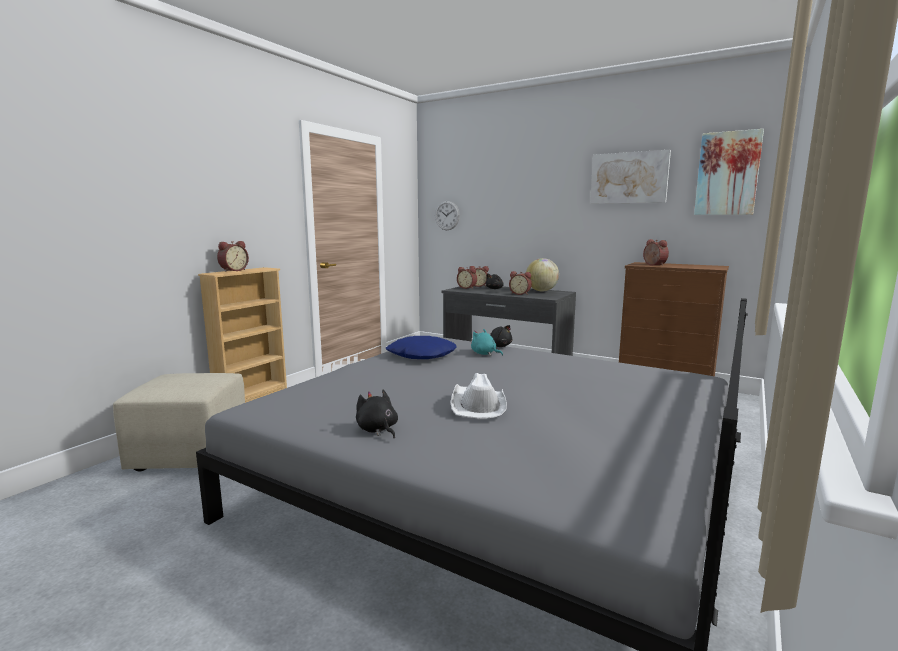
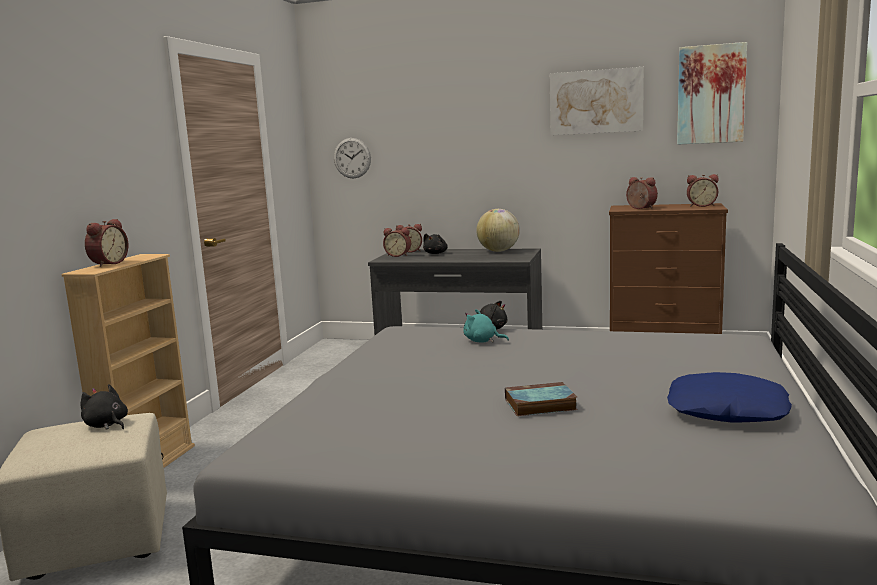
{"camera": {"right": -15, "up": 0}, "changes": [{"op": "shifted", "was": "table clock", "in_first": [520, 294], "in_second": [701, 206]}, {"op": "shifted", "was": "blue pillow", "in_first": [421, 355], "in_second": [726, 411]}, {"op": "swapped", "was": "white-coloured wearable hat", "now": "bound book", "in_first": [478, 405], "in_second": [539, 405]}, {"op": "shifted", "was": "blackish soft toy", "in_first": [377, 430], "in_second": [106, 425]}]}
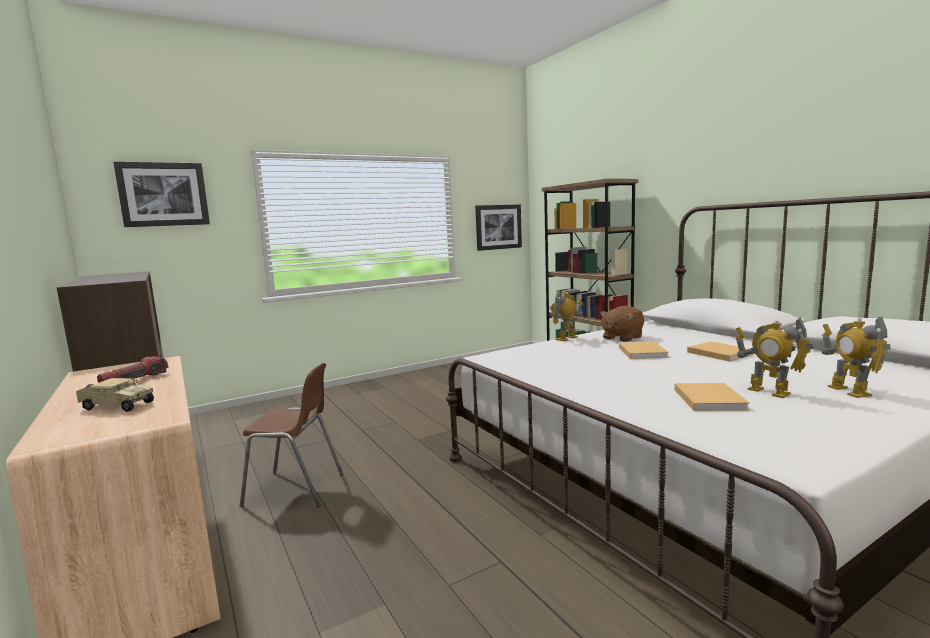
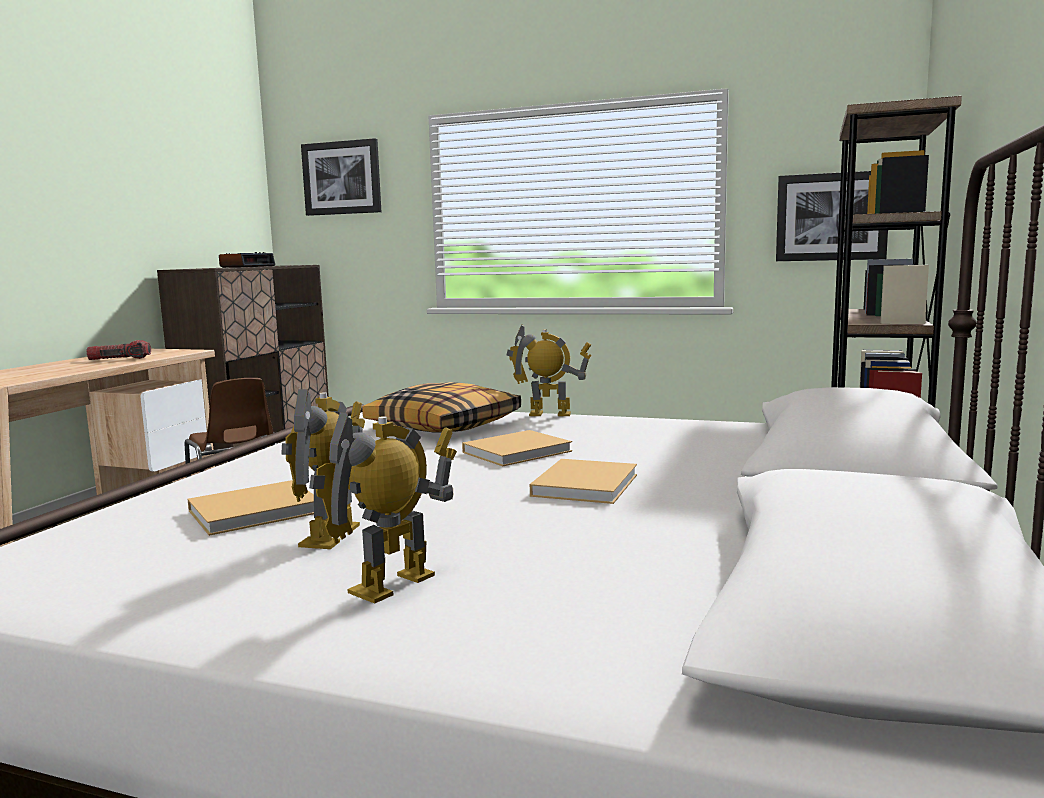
{"camera": {"right": 50, "up": 0}, "changes": [{"op": "gone", "was": "brown soft toy", "in_first": [621, 338]}, {"op": "gone", "was": "toy truck", "in_first": [115, 406]}, {"op": "new", "now": "table clock", "in_second": [247, 266]}, {"op": "new", "now": "pillow", "in_second": [445, 426]}]}
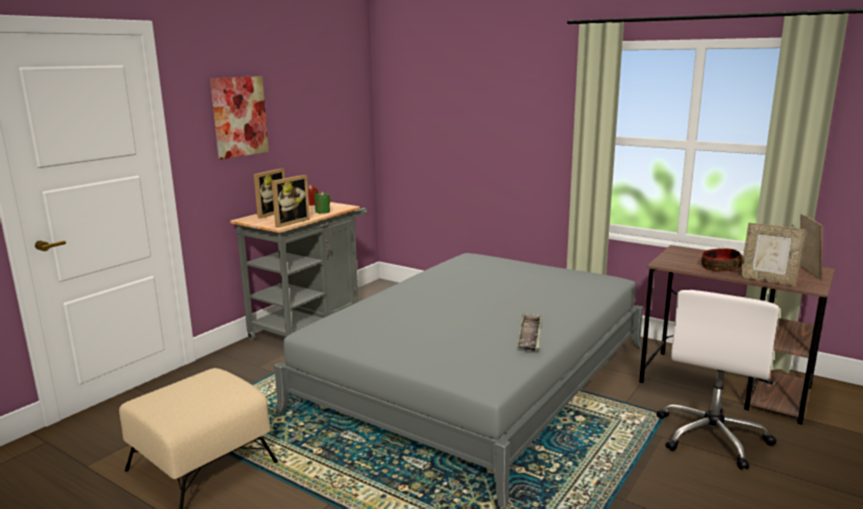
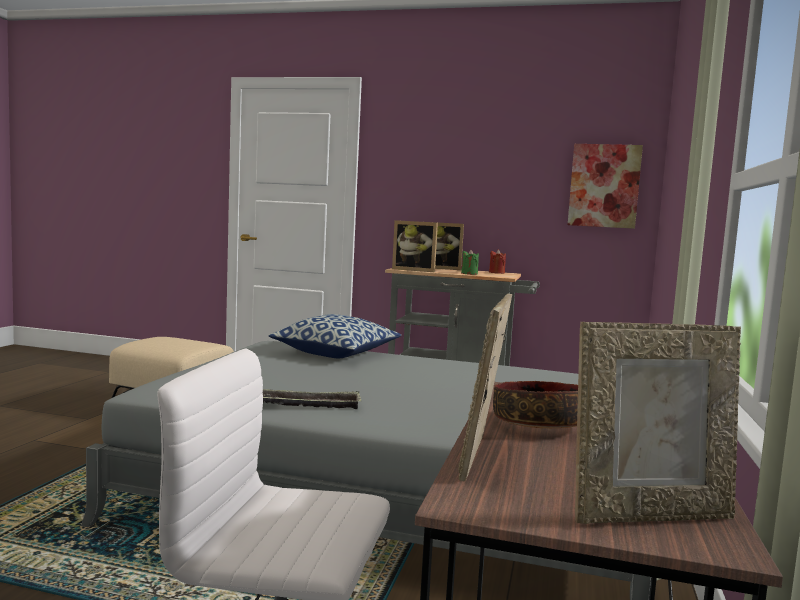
{"camera": {"right": 70, "up": -10}, "changes": [{"op": "shifted", "was": "wall picture", "in_first": [239, 116], "in_second": [604, 186]}, {"op": "new", "now": "pillow", "in_second": [336, 353]}]}
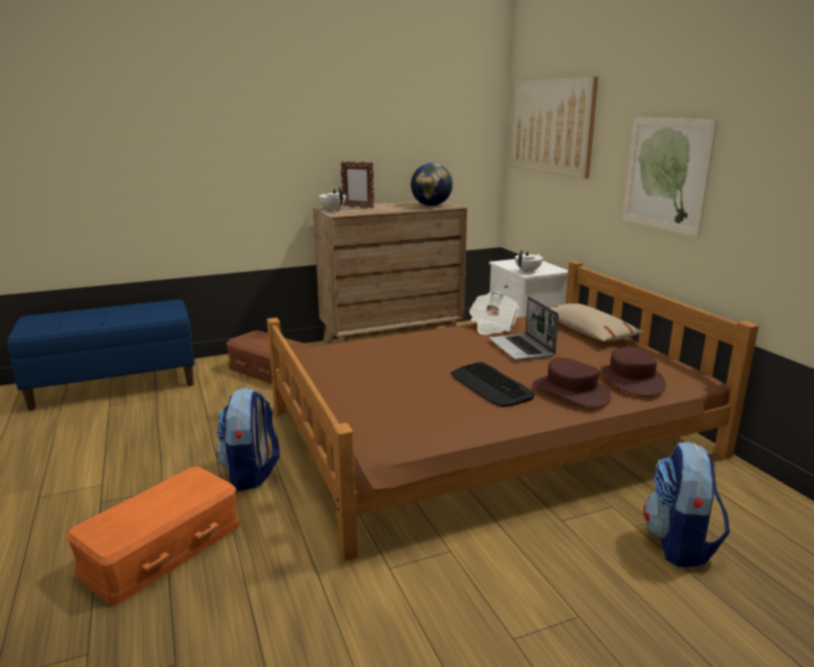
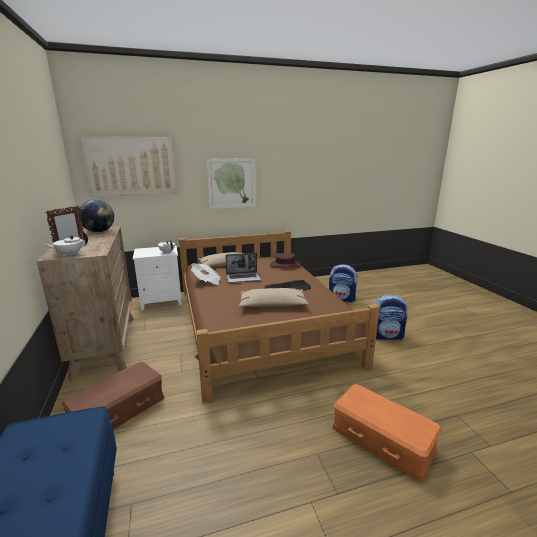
{"camera": {"right": -85, "up": 0}, "changes": [{"op": "gone", "was": "brown wearable hat", "in_first": [571, 391]}, {"op": "shifted", "was": "knapsack", "in_first": [251, 474], "in_second": [386, 336]}, {"op": "new", "now": "beige pillow", "in_second": [272, 304]}]}
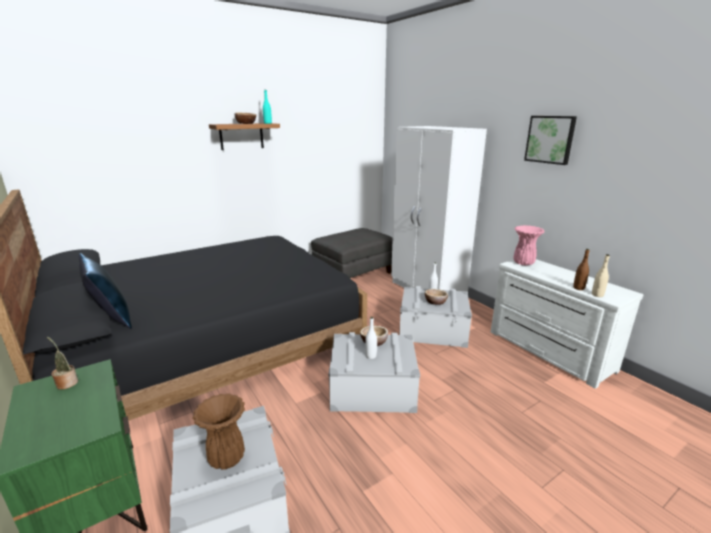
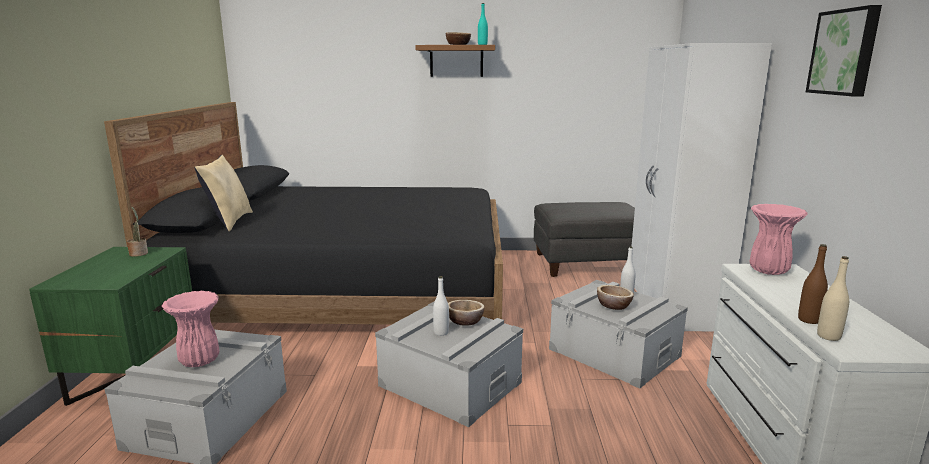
{"camera": {"right": 35, "up": -5}, "changes": [{"op": "repainted", "was": "blue pillow", "now": "beige pillow", "in_first": [111, 318], "in_second": [229, 222]}, {"op": "repainted", "was": "brown flower vase", "now": "pink flower vase", "in_first": [227, 459], "in_second": [199, 361]}]}
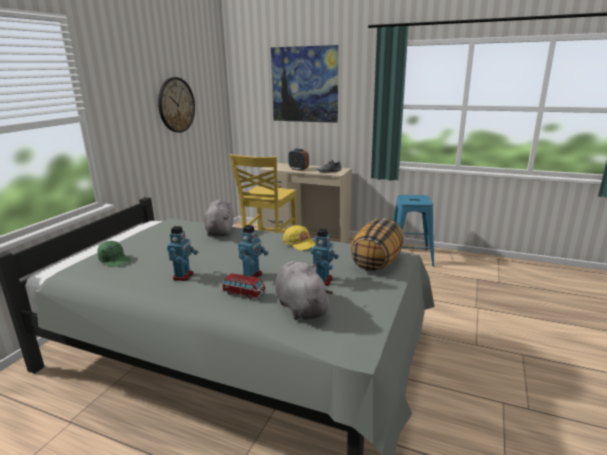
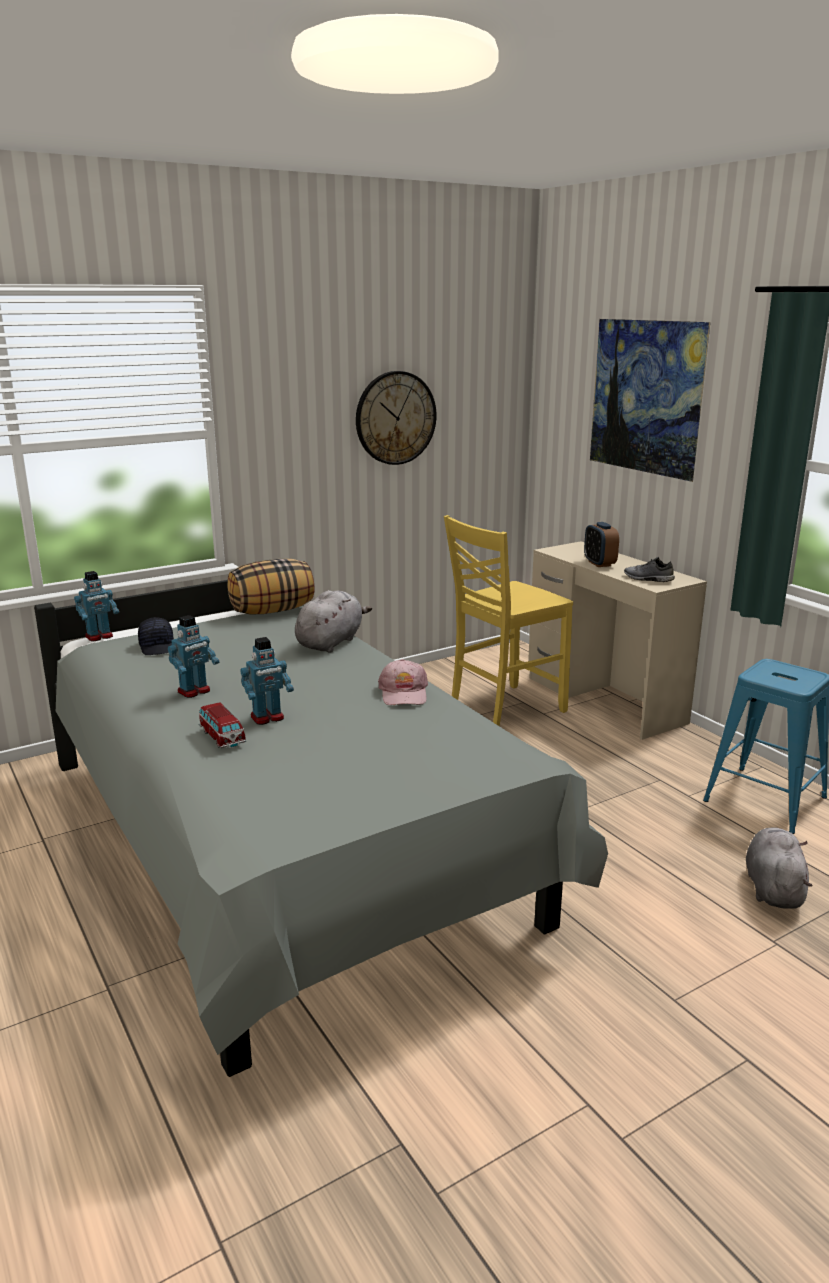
{"camera": {"right": 35, "up": 0}, "changes": [{"op": "shifted", "was": "pillow", "in_first": [376, 262], "in_second": [272, 611]}, {"op": "repainted", "was": "yellow peaked cap", "now": "pink peaked cap", "in_first": [300, 243], "in_second": [404, 693]}, {"op": "shifted", "was": "model robot", "in_first": [323, 280], "in_second": [99, 637]}, {"op": "repainted", "was": "green peaked cap", "now": "blackish peaked cap", "in_first": [115, 260], "in_second": [158, 647]}, {"op": "shifted", "was": "greyish soft toy", "in_first": [300, 306], "in_second": [773, 888]}]}
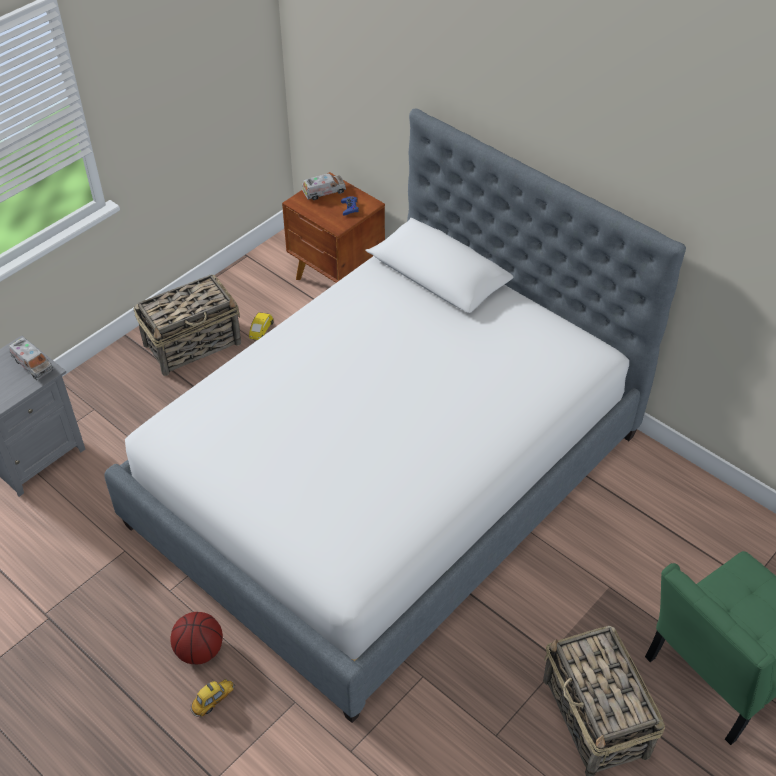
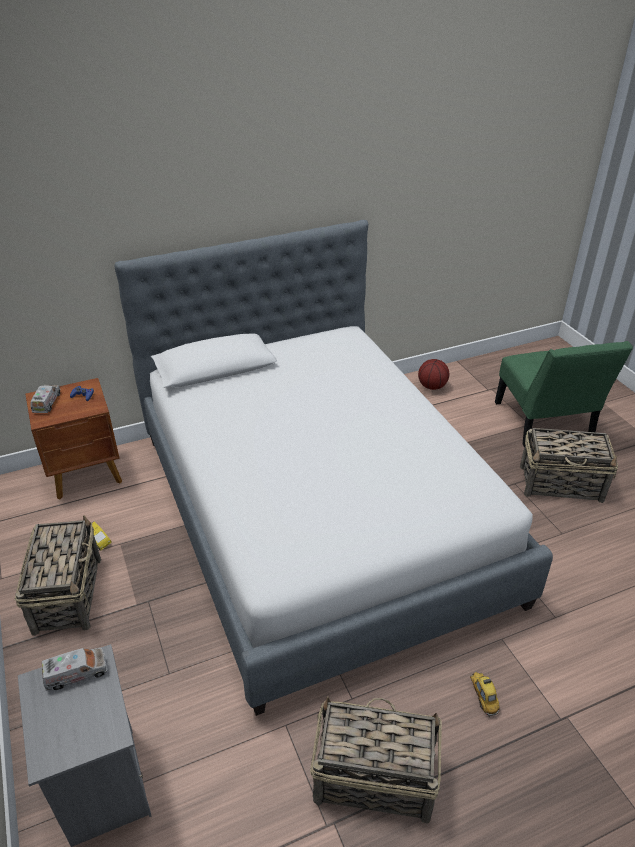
{"camera": {"right": -65, "up": -10}, "changes": [{"op": "shifted", "was": "basketball ball", "in_first": [199, 650], "in_second": [432, 386]}, {"op": "new", "now": "basket", "in_second": [372, 778]}]}
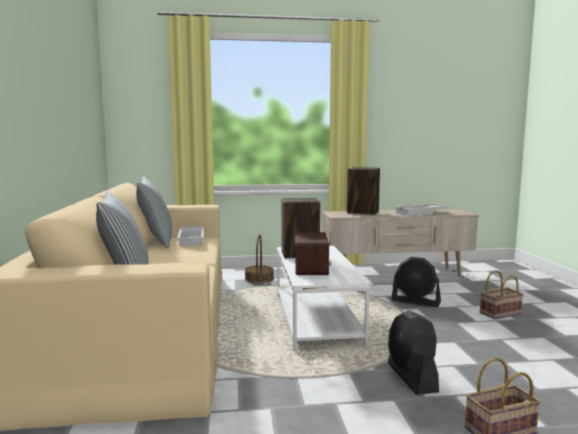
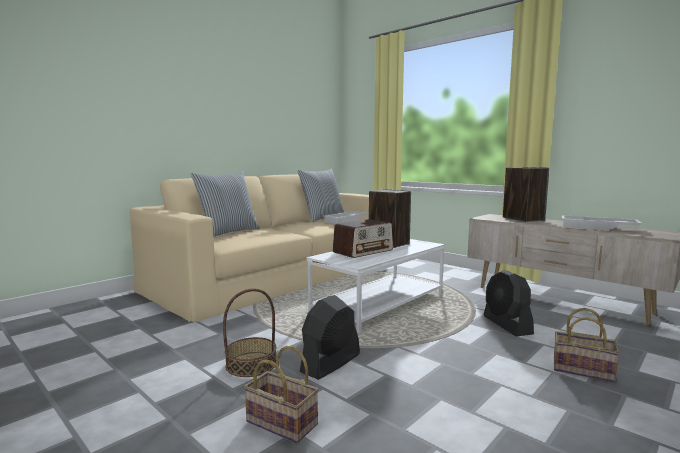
{"camera": {"right": 50, "up": 0}, "changes": [{"op": "shifted", "was": "basket", "in_first": [259, 279], "in_second": [251, 364]}]}
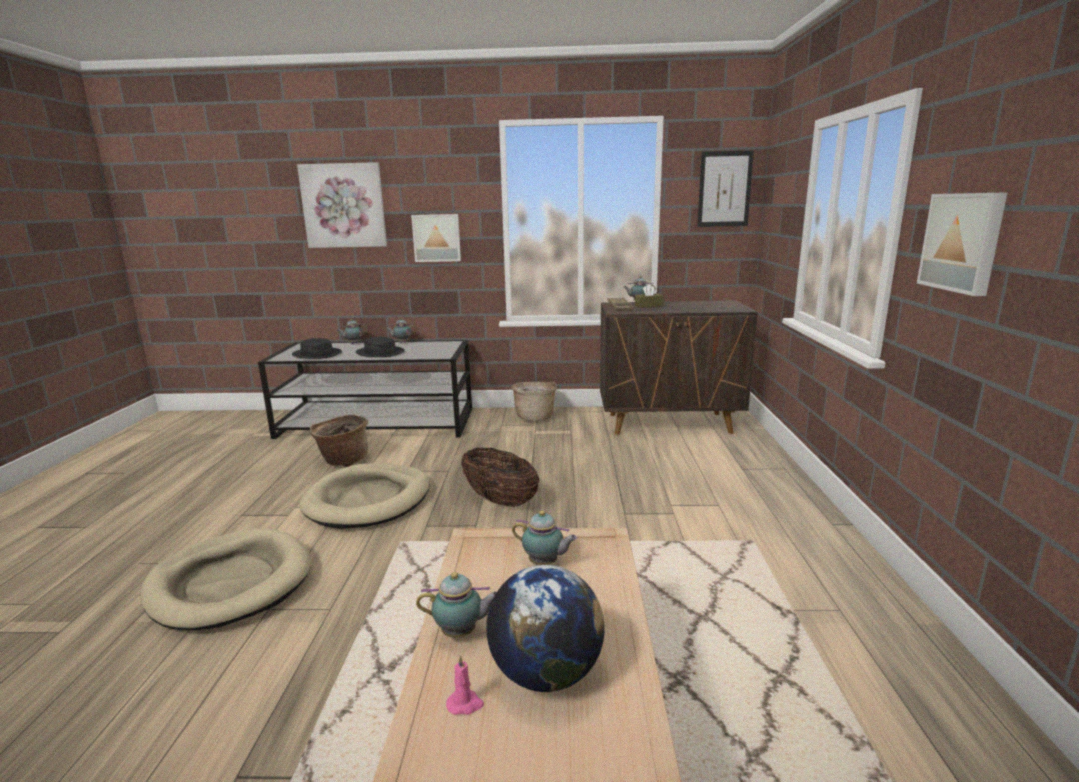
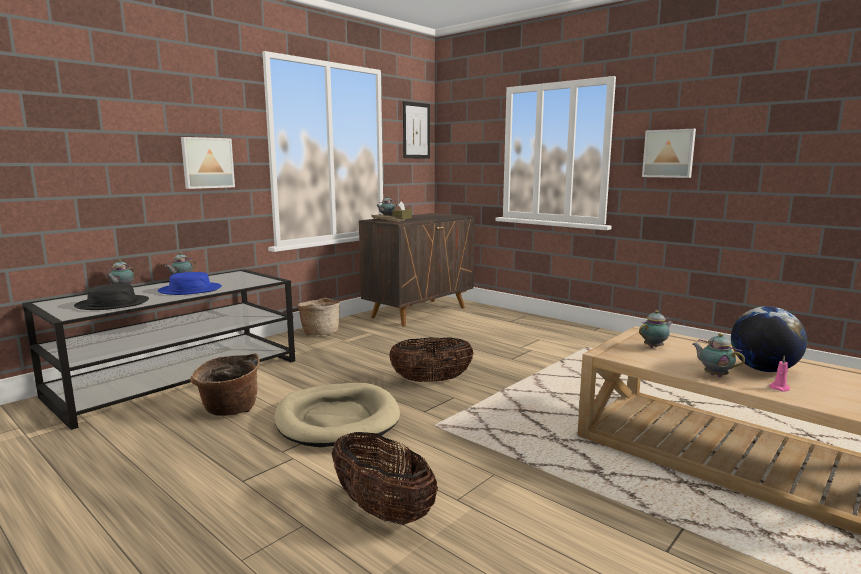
{"camera": {"right": -50, "up": -5}, "changes": [{"op": "gone", "was": "wall picture", "in_first": [344, 206]}, {"op": "repainted", "was": "blackish wearable hat", "now": "blue wearable hat", "in_first": [380, 352], "in_second": [190, 290]}, {"op": "swapped", "was": "beige dog cushion", "now": "basket", "in_first": [230, 583], "in_second": [382, 510]}, {"op": "rotated", "was": "teapot", "in_first": [461, 633], "in_second": [714, 375], "clockwise": -75}]}
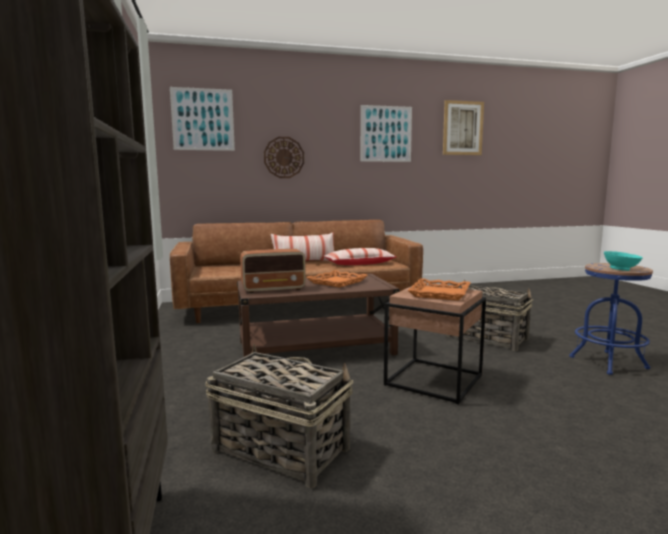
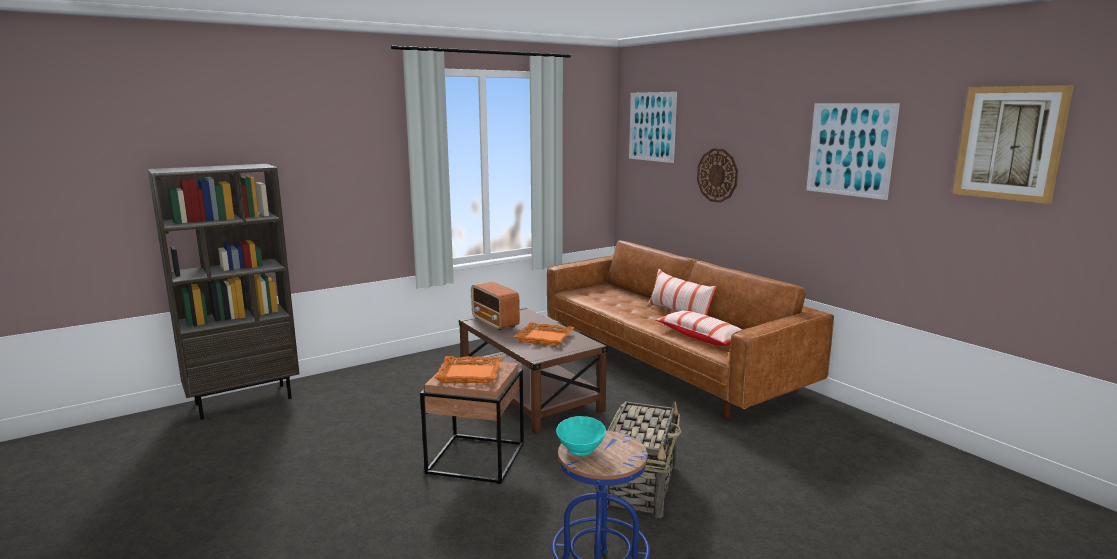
{"camera": {"right": 70, "up": 5}, "changes": [{"op": "gone", "was": "basket", "in_first": [279, 449]}]}
